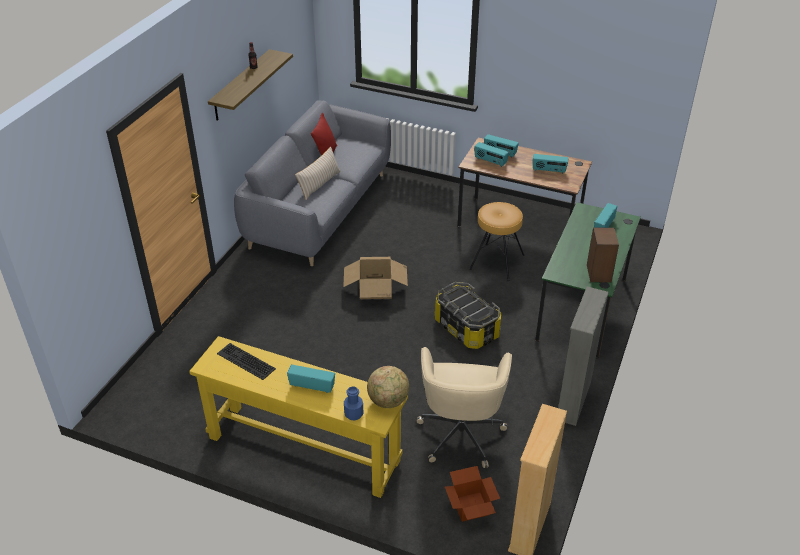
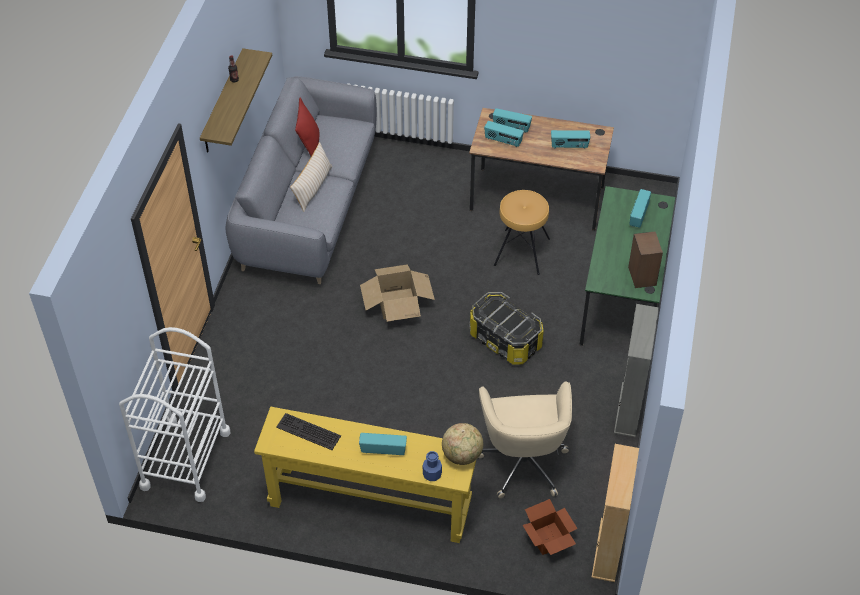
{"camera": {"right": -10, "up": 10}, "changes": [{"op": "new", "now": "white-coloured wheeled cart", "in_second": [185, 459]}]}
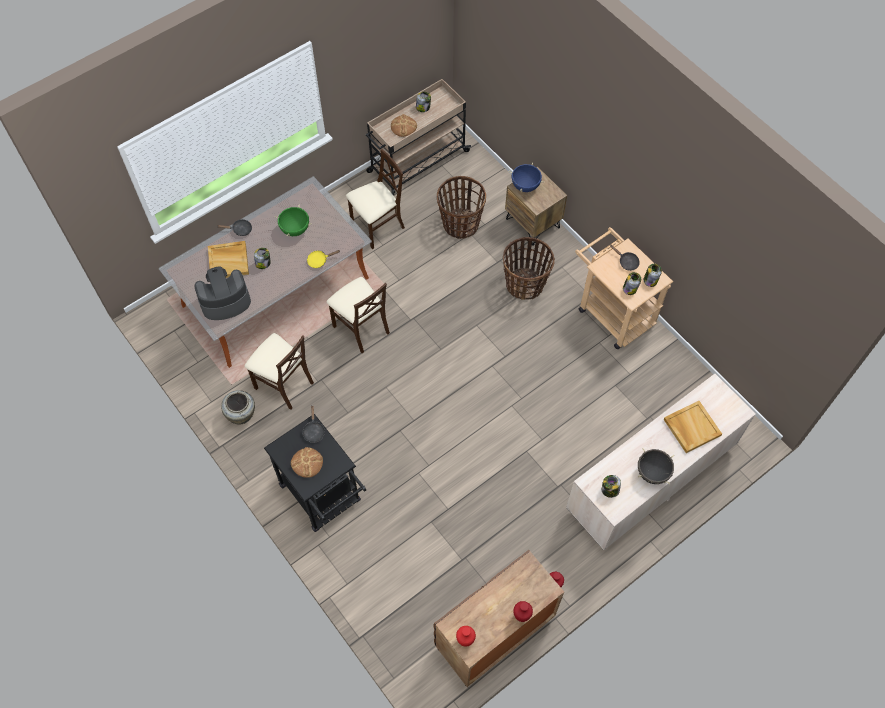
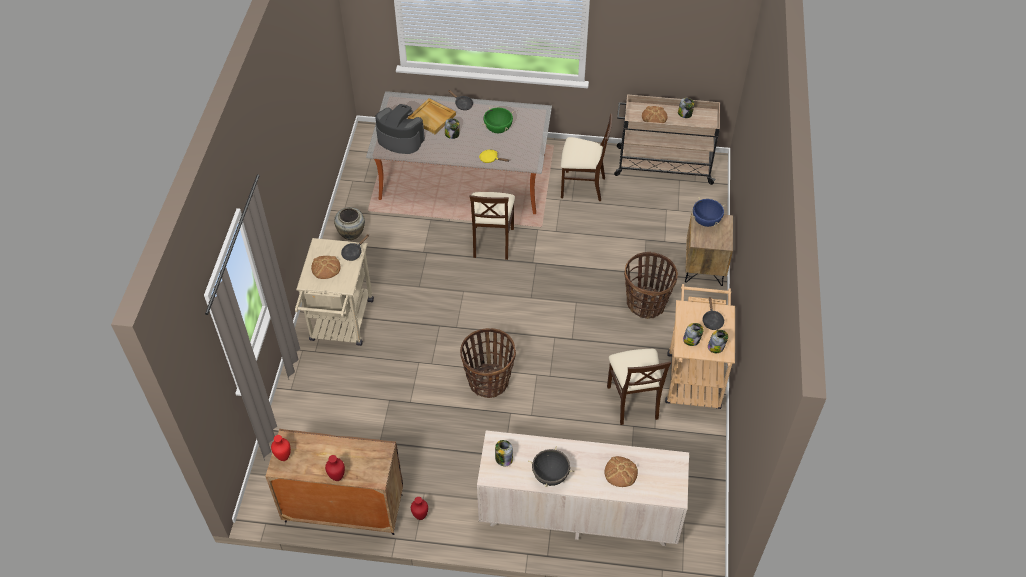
{"camera": {"right": 45, "up": -10}, "changes": [{"op": "shifted", "was": "basket", "in_first": [460, 224], "in_second": [488, 381]}, {"op": "shifted", "was": "beige plain chair", "in_first": [284, 384], "in_second": [633, 401]}, {"op": "swapped", "was": "beige tray", "now": "bread", "in_first": [691, 427], "in_second": [620, 472]}, {"op": "repainted", "was": "blackish wheeled cart", "now": "beige wheeled cart", "in_first": [324, 497], "in_second": [340, 325]}]}
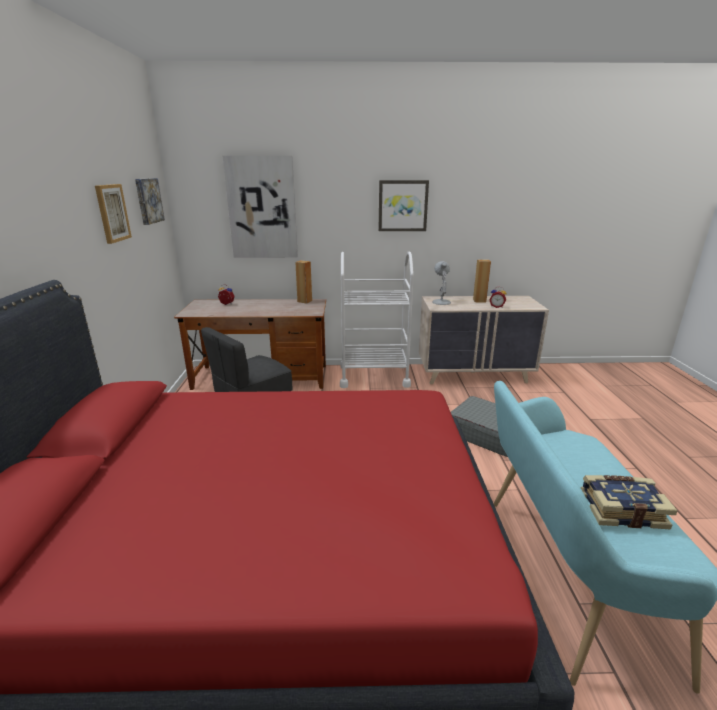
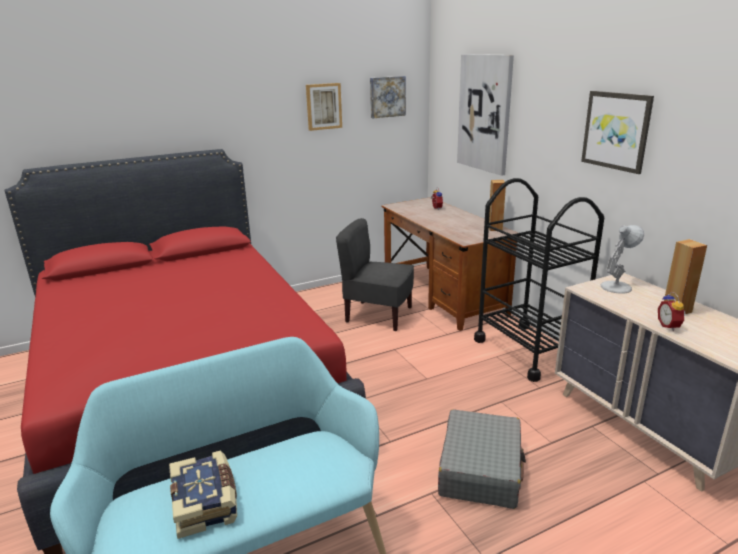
{"camera": {"right": 65, "up": 0}, "changes": [{"op": "repainted", "was": "white-coloured wheeled cart", "now": "blackish wheeled cart", "in_first": [374, 376], "in_second": [528, 351]}]}
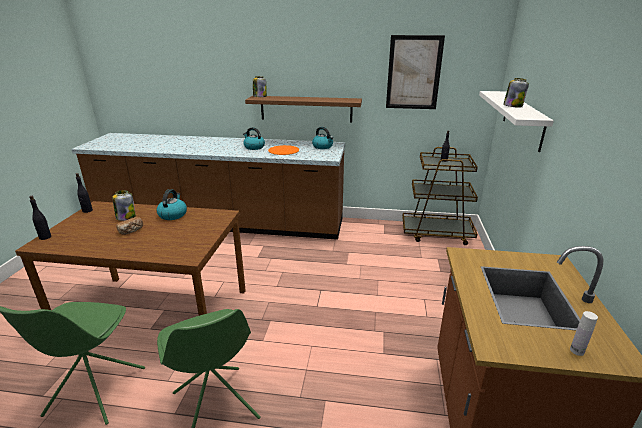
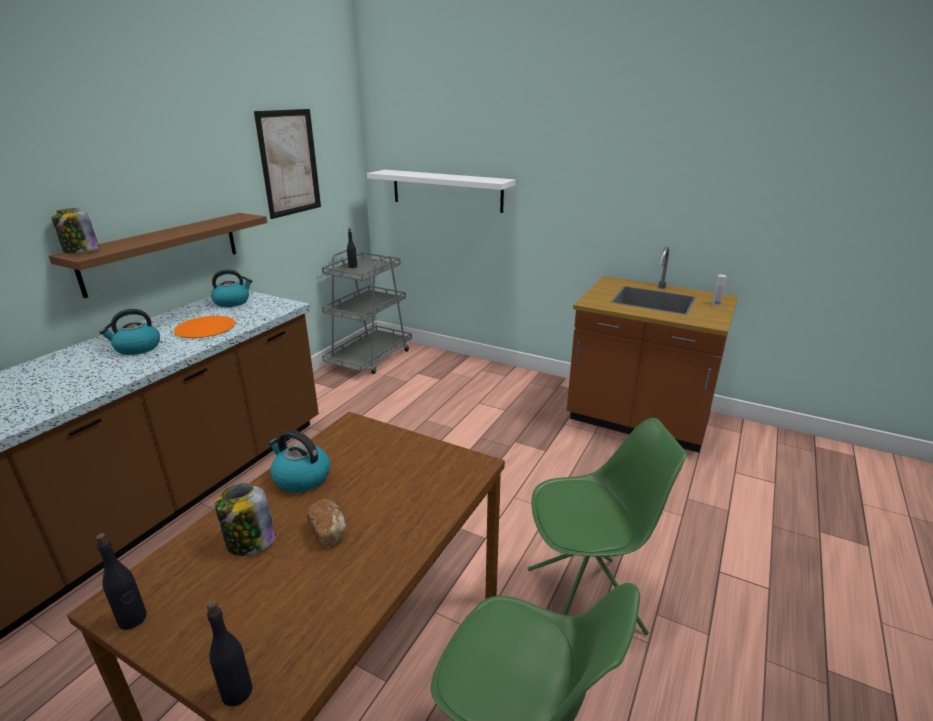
{"camera": {"right": -70, "up": 0}, "changes": [{"op": "gone", "was": "jar", "in_first": [512, 106]}, {"op": "repainted", "was": "brown wheeled cart", "now": "greyish wheeled cart", "in_first": [437, 233], "in_second": [370, 358]}]}
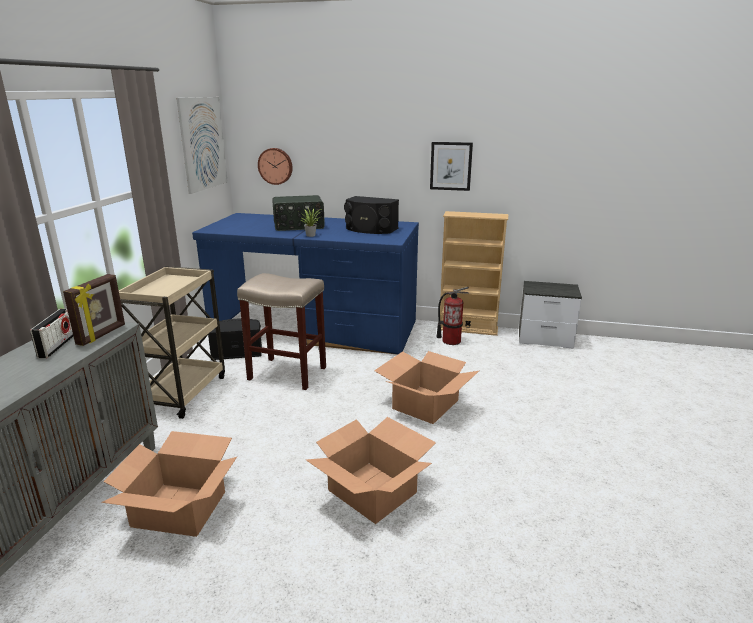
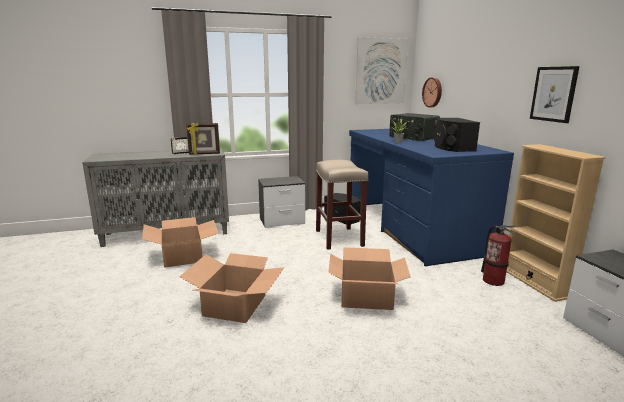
{"camera": {"right": 60, "up": -5}, "changes": [{"op": "swapped", "was": "beige wheeled cart", "now": "nightstand", "in_first": [182, 392], "in_second": [282, 221]}]}
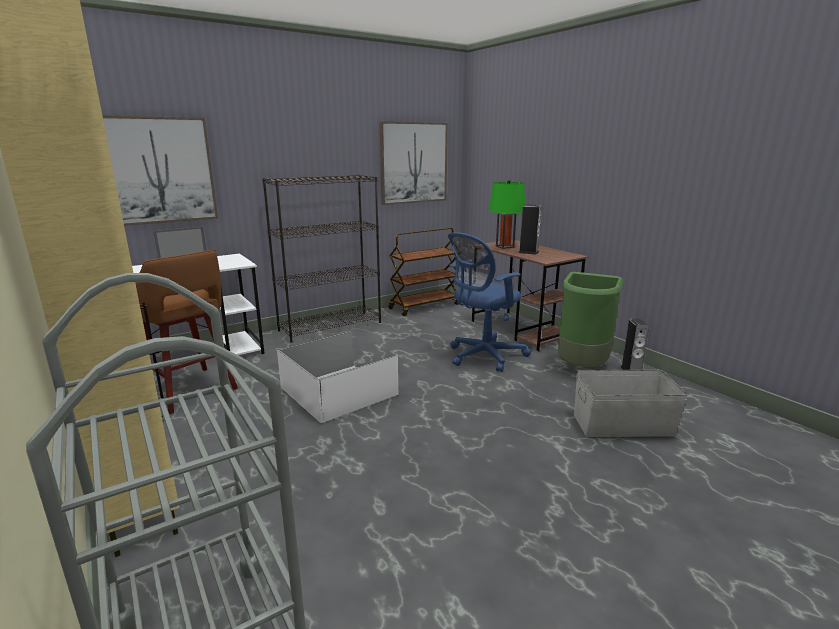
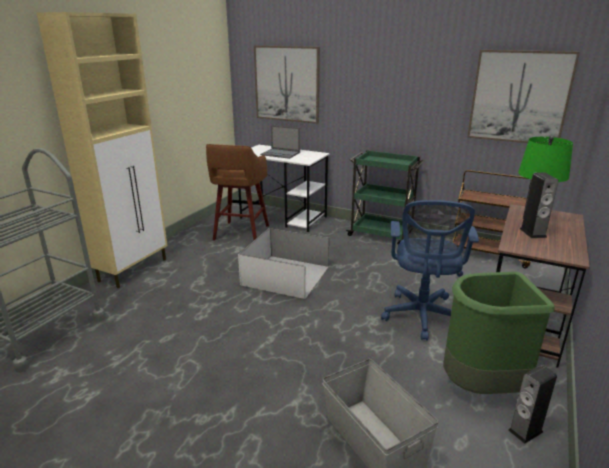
{"camera": {"right": 60, "up": 5}, "changes": [{"op": "swapped", "was": "blackish bookcase", "now": "green wheeled cart", "in_first": [331, 326], "in_second": [381, 234]}, {"op": "rotated", "was": "blue desk chair", "in_first": [483, 356], "in_second": [421, 317], "clockwise": -105}]}
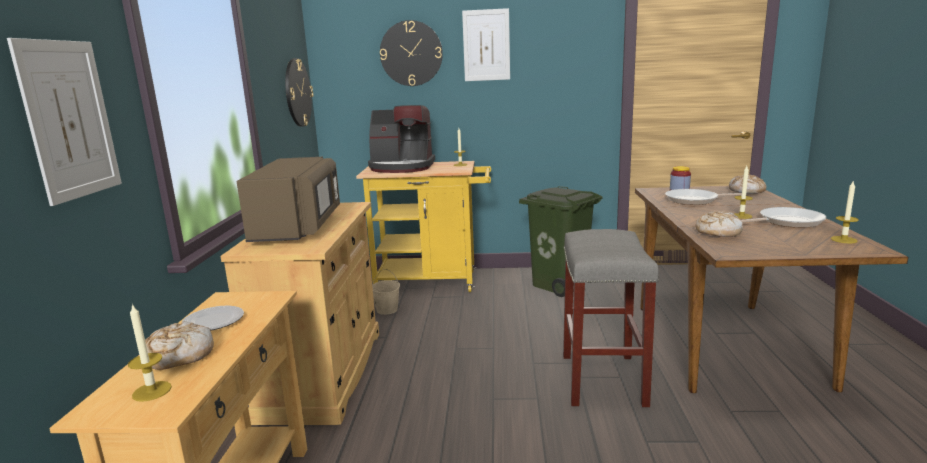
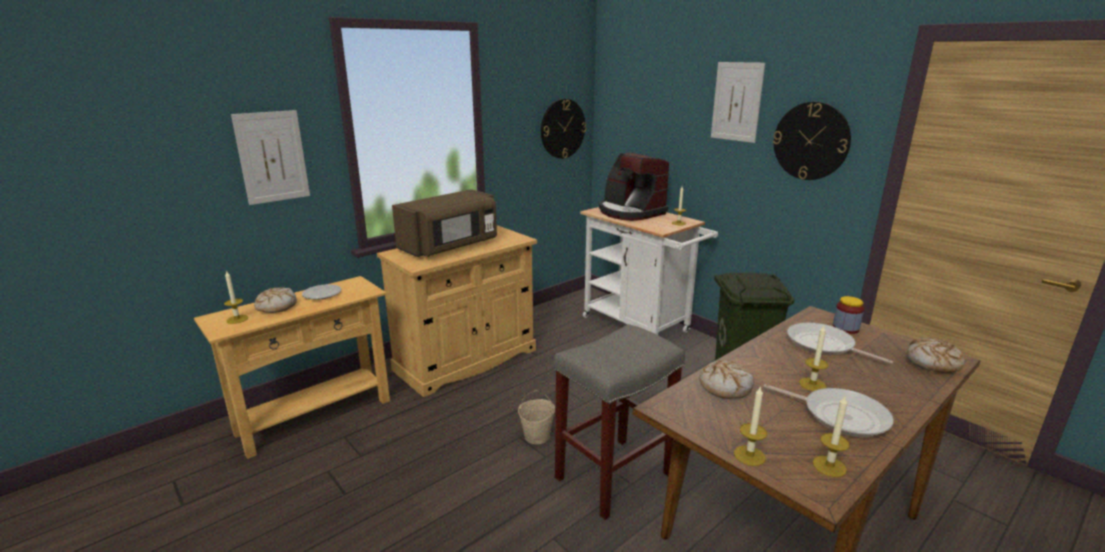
{"camera": {"right": 45, "up": 5}, "changes": [{"op": "shifted", "was": "clock on the wall", "in_first": [411, 53], "in_second": [811, 141]}, {"op": "repainted", "was": "yellow wheeled cart", "now": "white-coloured wheeled cart", "in_first": [433, 282], "in_second": [640, 326]}, {"op": "shifted", "was": "beige bucket", "in_first": [387, 310], "in_second": [537, 436]}, {"op": "new", "now": "wax candle", "in_second": [749, 455]}]}
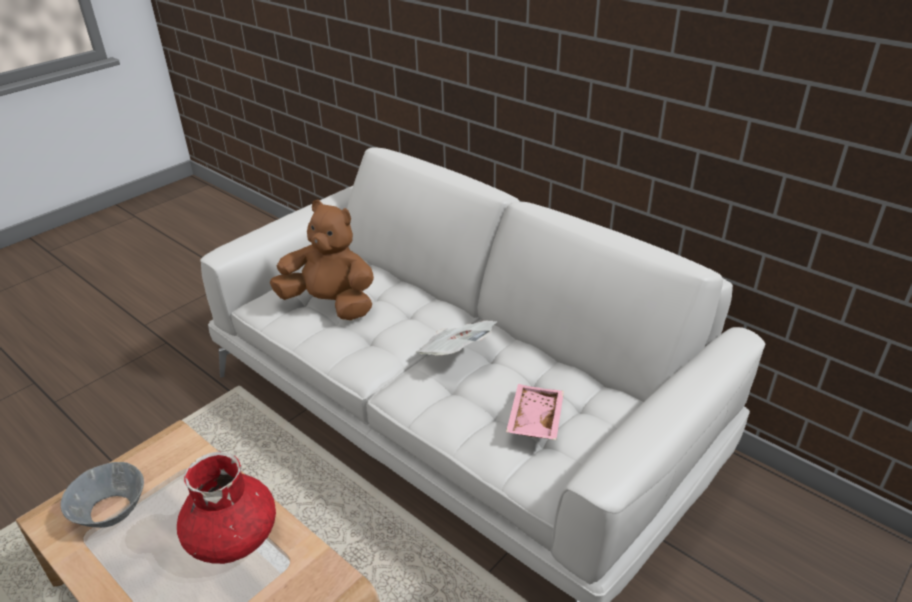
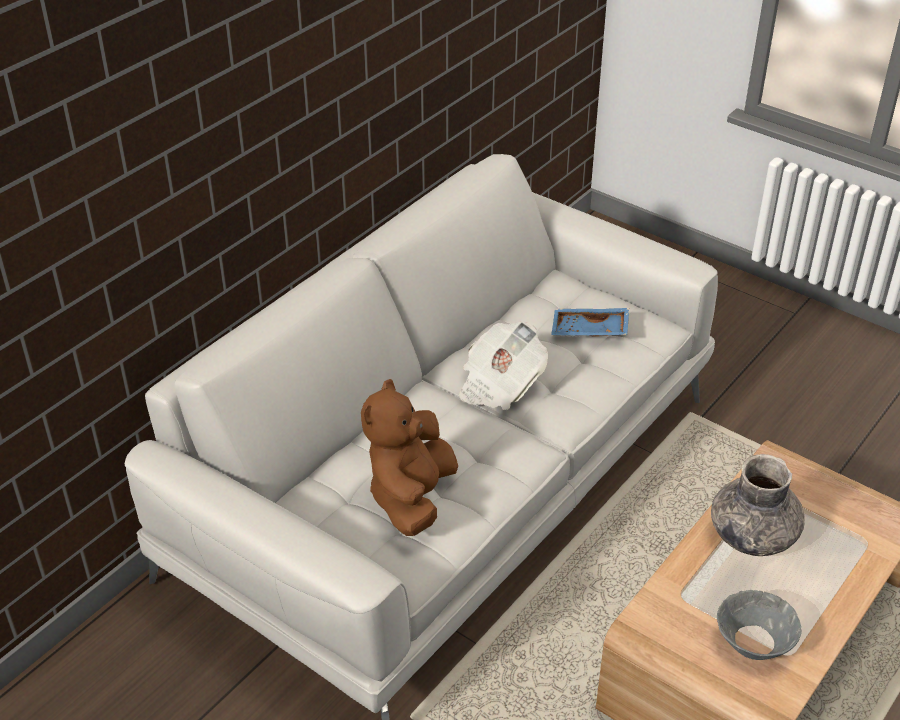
{"camera": {"right": -95, "up": 5}, "changes": [{"op": "repainted", "was": "pink tray", "now": "blue tray", "in_first": [533, 419], "in_second": [589, 331]}, {"op": "repainted", "was": "red flower vase", "now": "greyish flower vase", "in_first": [233, 536], "in_second": [752, 535]}]}
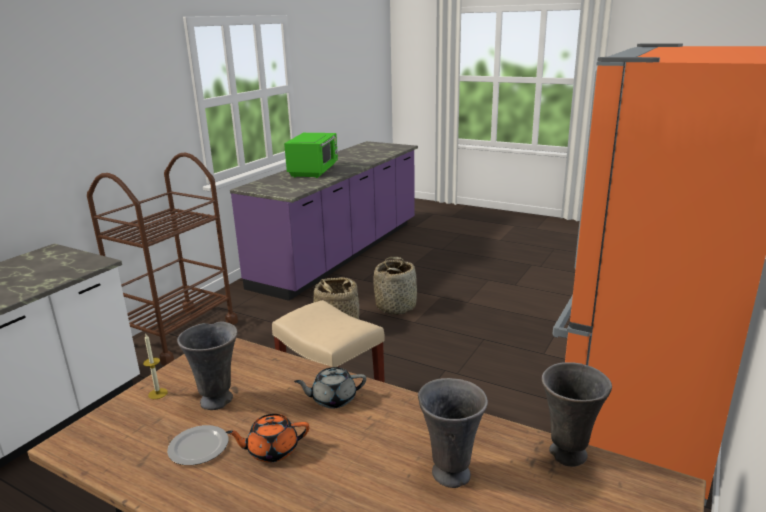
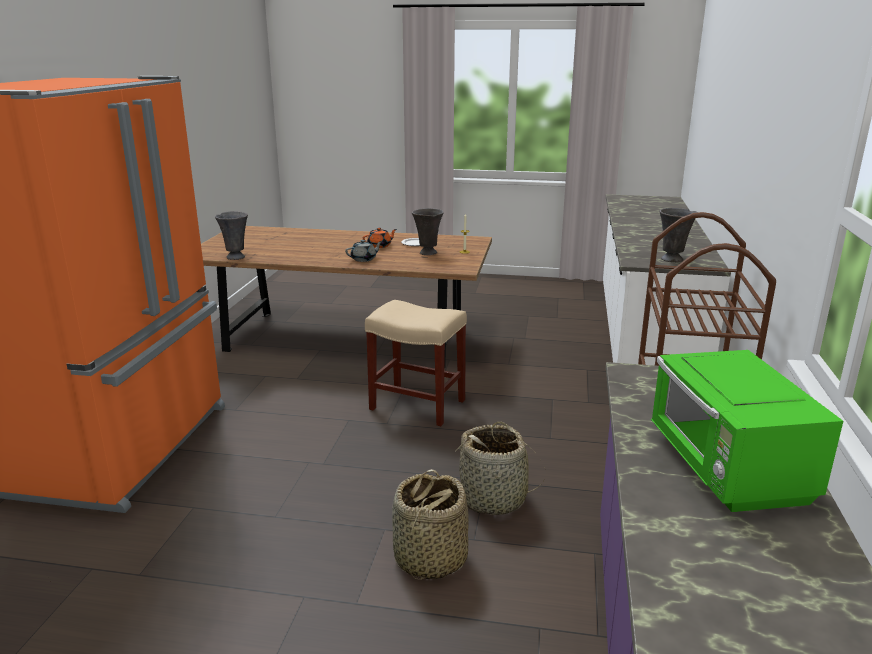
{"camera": {"right": 160, "up": 0}, "changes": [{"op": "shifted", "was": "greyish flower vase", "in_first": [450, 473], "in_second": [672, 260]}]}
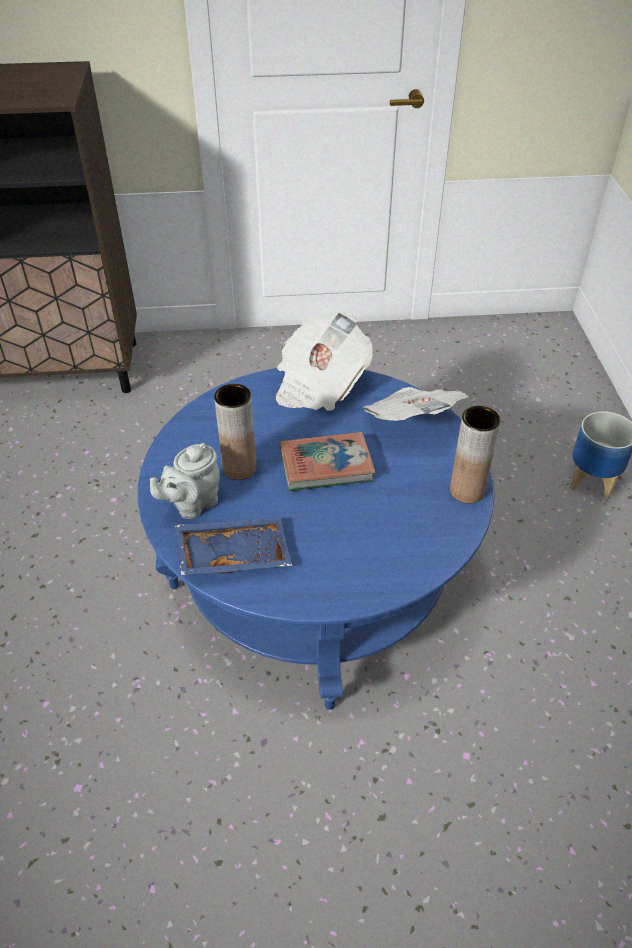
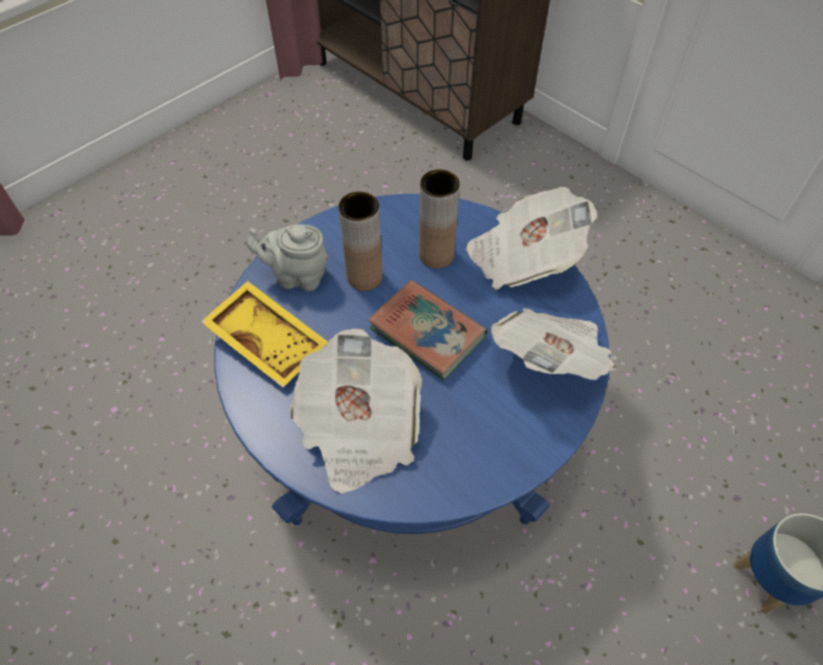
{"camera": {"right": 50, "up": 10}, "changes": [{"op": "shifted", "was": "brown flower vase", "in_first": [467, 491], "in_second": [436, 255]}, {"op": "repainted", "was": "blue tray", "now": "yellow tray", "in_first": [233, 553], "in_second": [269, 340]}, {"op": "new", "now": "printed paper", "in_second": [359, 429]}]}
